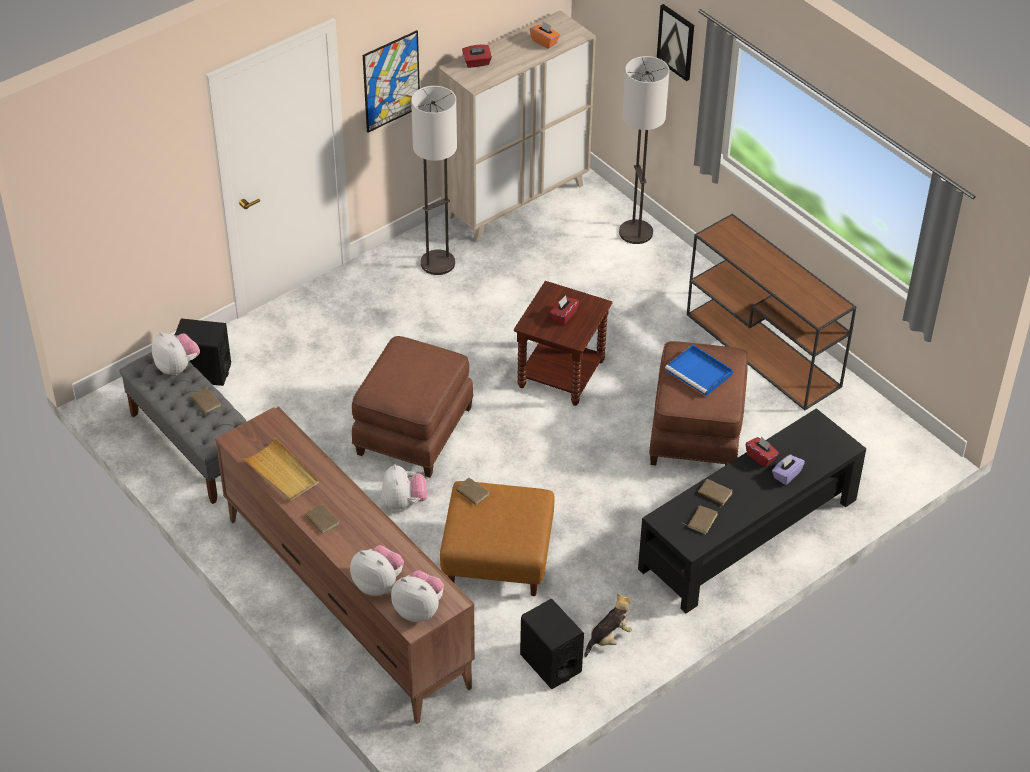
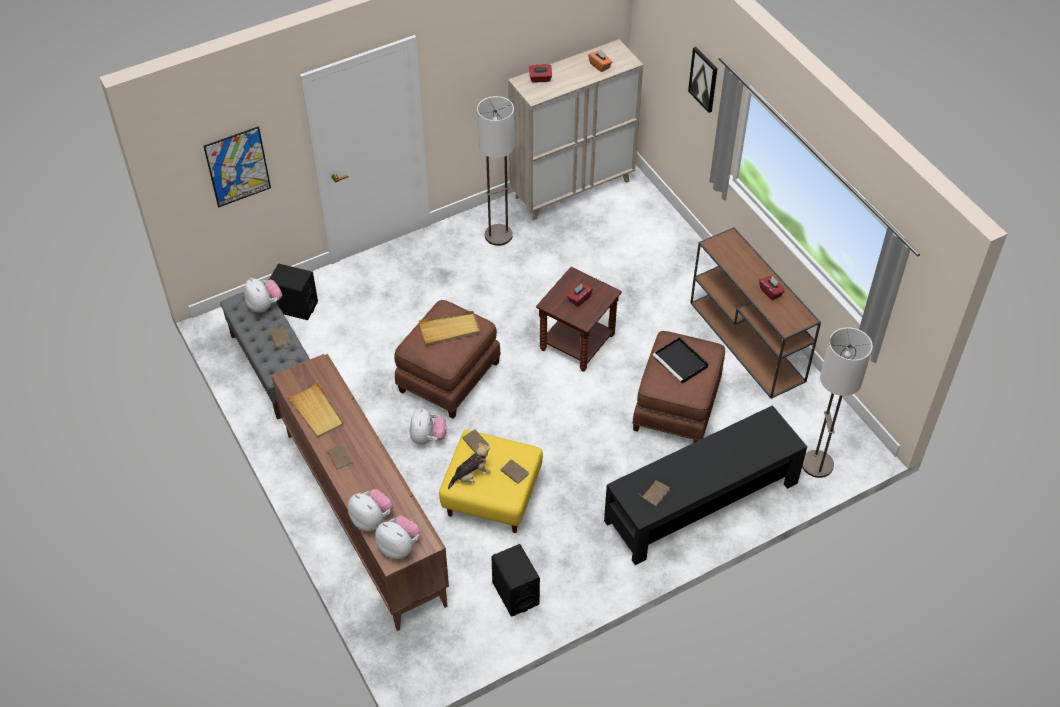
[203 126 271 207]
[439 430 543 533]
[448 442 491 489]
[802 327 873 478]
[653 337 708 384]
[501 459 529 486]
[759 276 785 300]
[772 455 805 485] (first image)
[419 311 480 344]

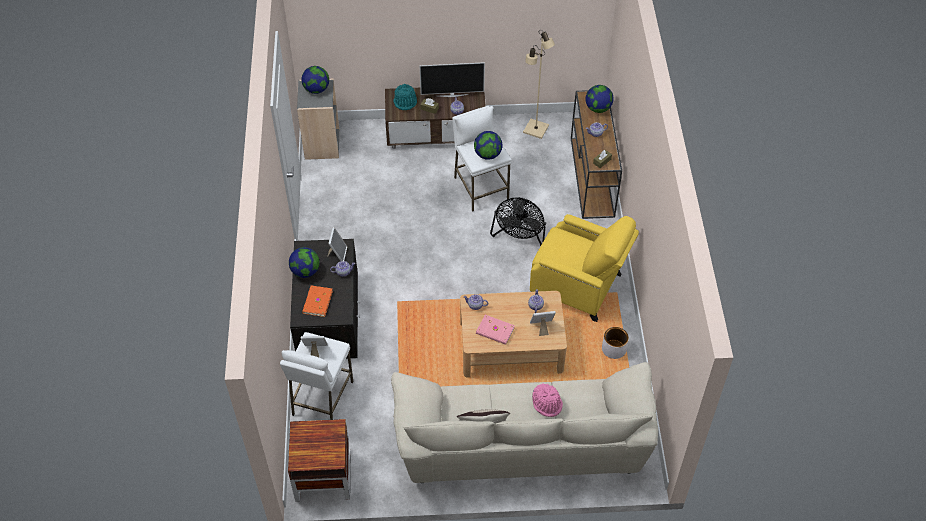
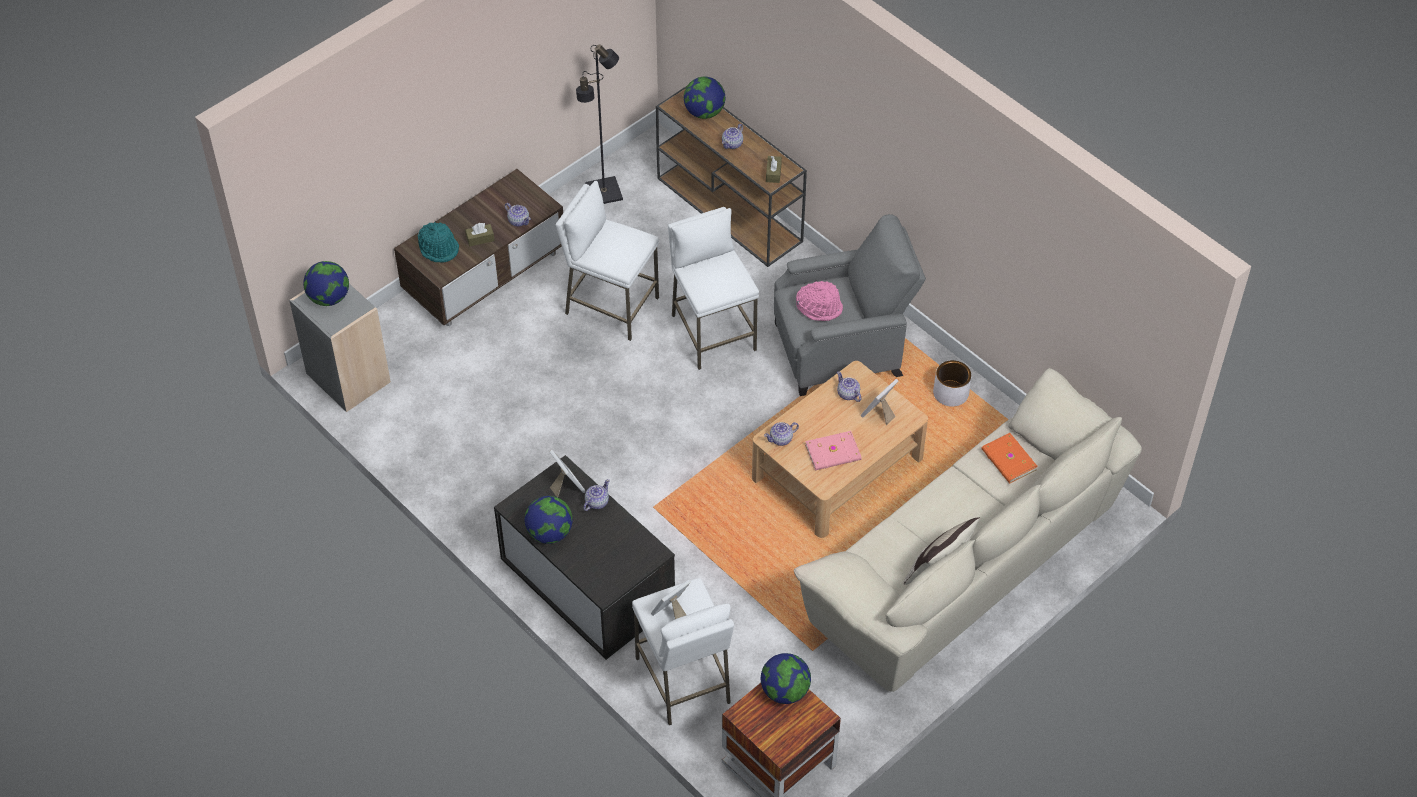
[982 433 1038 484]
[420 62 485 97] (first image)
[761 653 811 704]
[668 207 759 370]
[576 44 623 204]
[774 214 926 396]
[796 281 843 321]

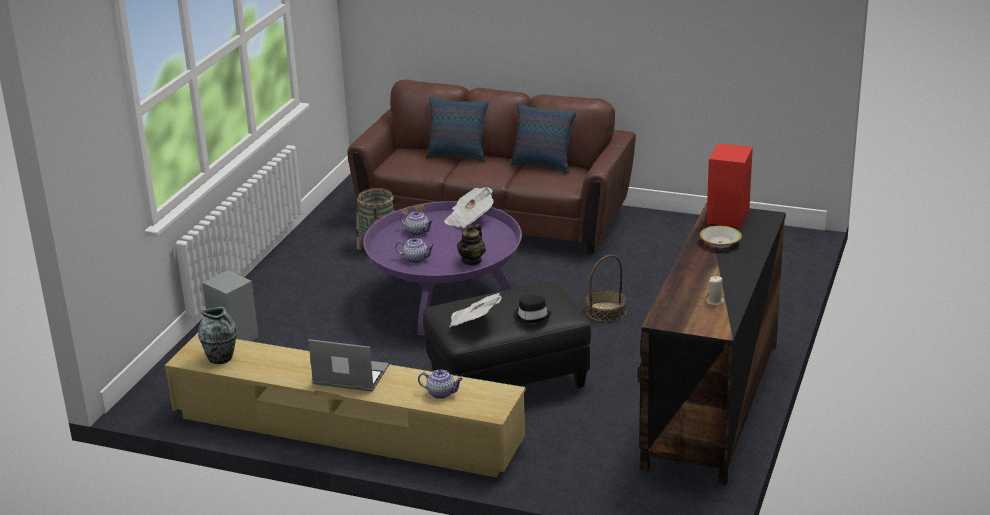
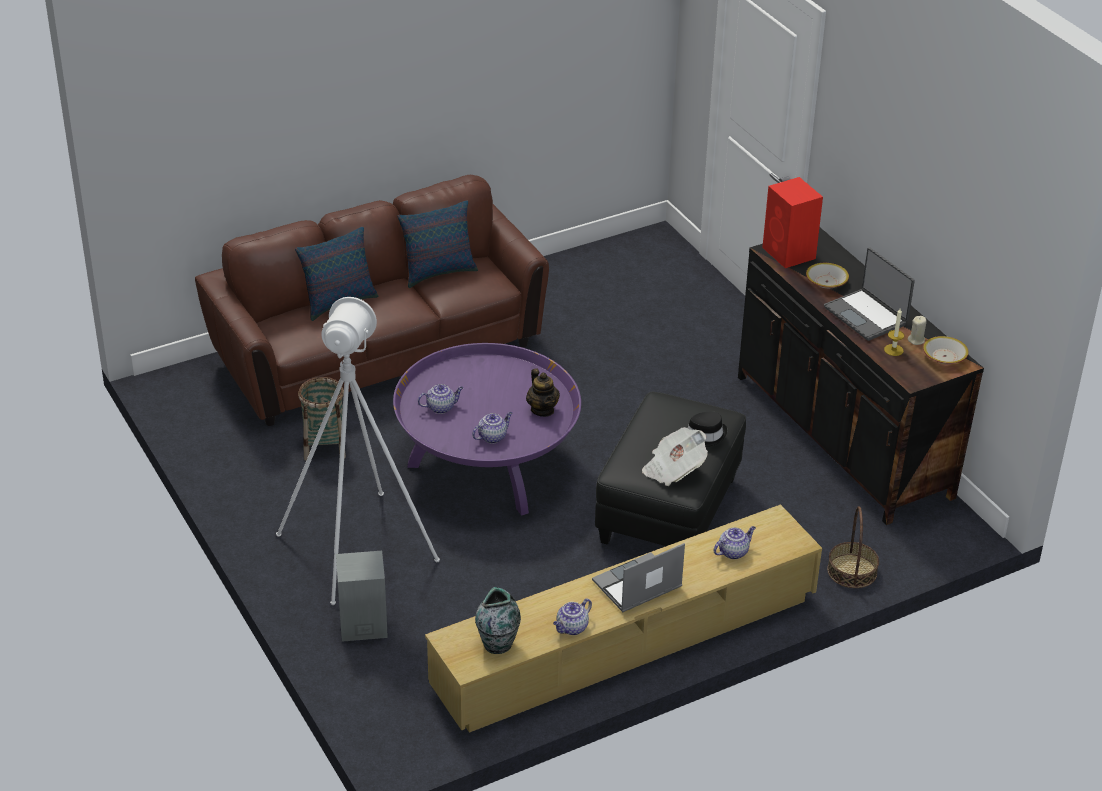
[444 187 494 228] (first image)
[827 506 879 588]
[276 297 440 605]
[553 599 592 635]
[824 248 915 341]
[884 308 904 356]
[923 336 969 364]

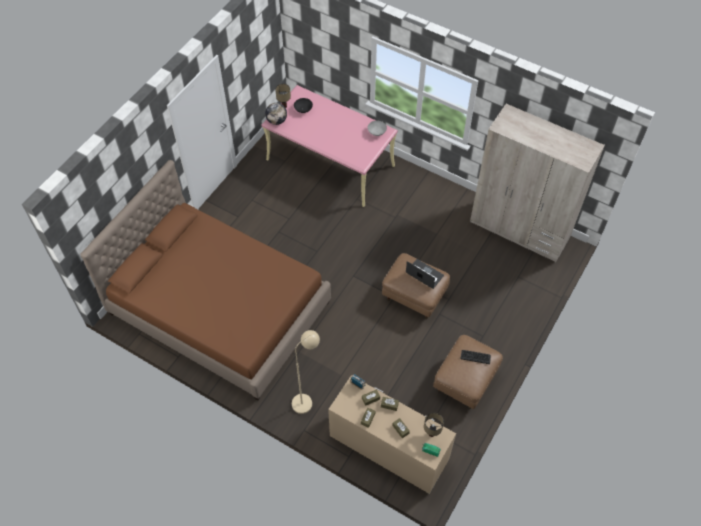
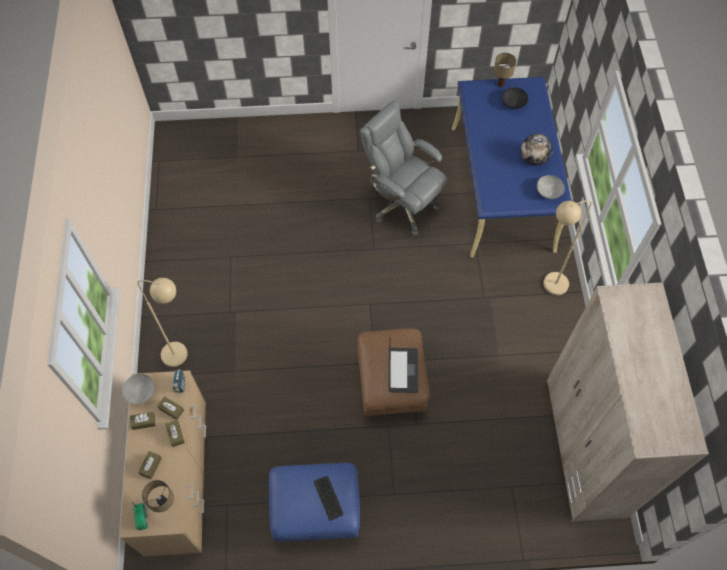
[81 160 331 400] (first image)
[452 77 572 258]
[521 134 553 166]
[269 463 360 542]
[122 374 155 404]
[360 101 447 236]
[543 200 592 295]

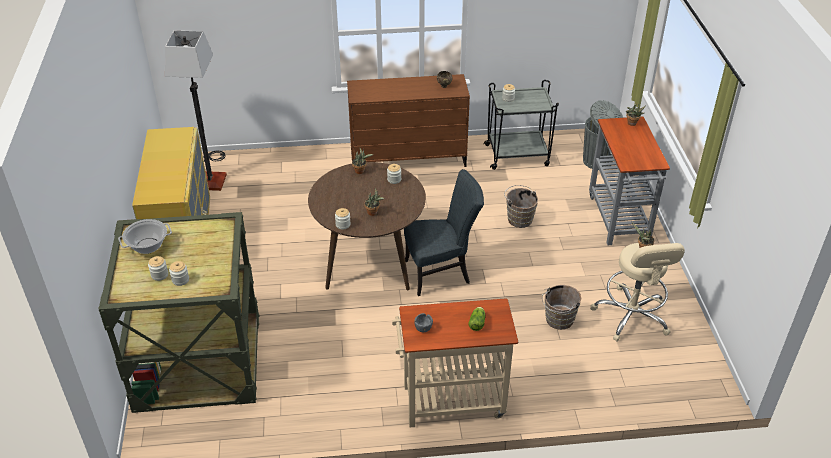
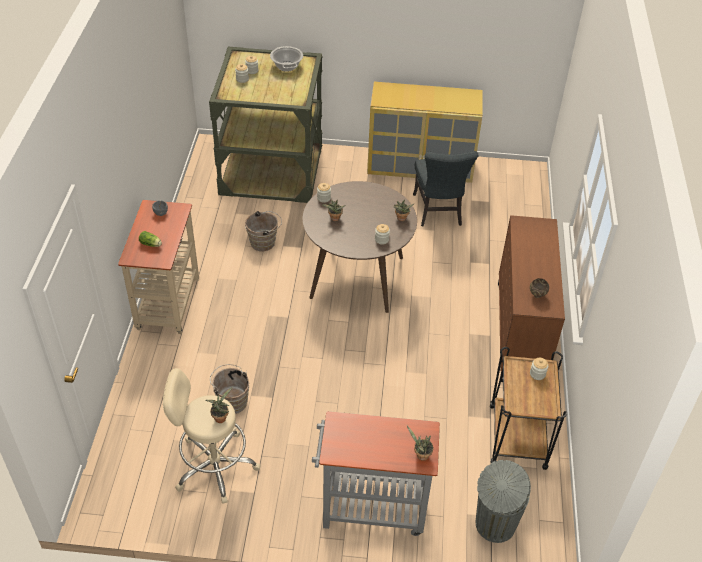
[165 30 227 191] (first image)
[413 151 478 226]
[490 347 567 470]
[245 211 282 251]

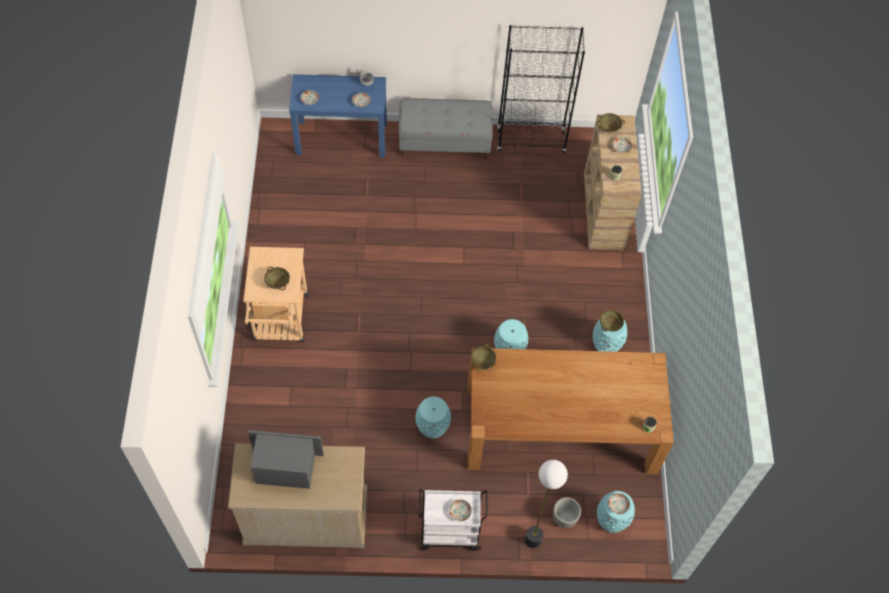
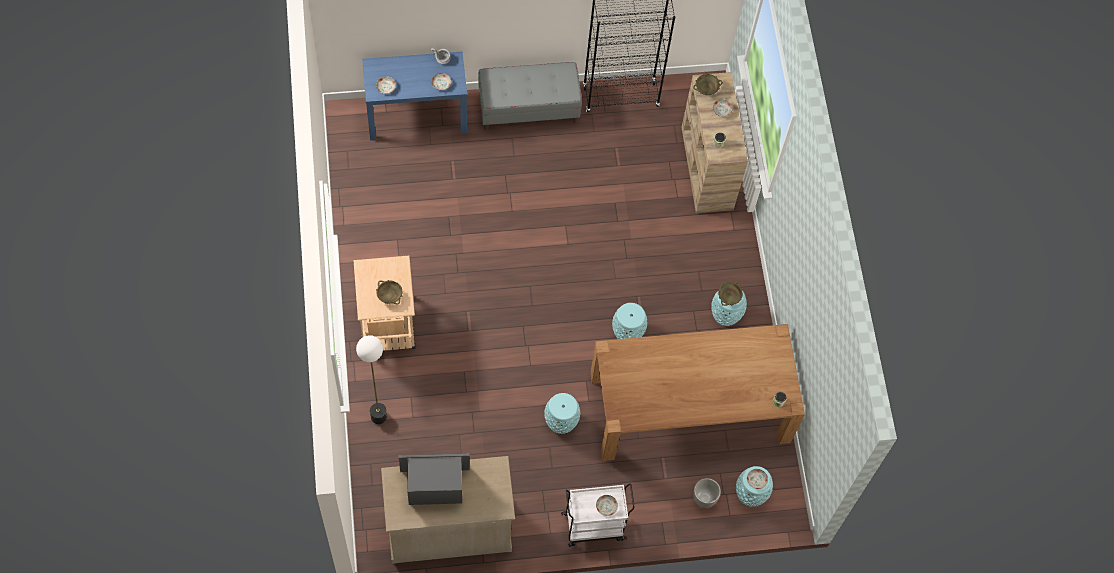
[471 344 496 371] (first image)
[356 335 387 424]

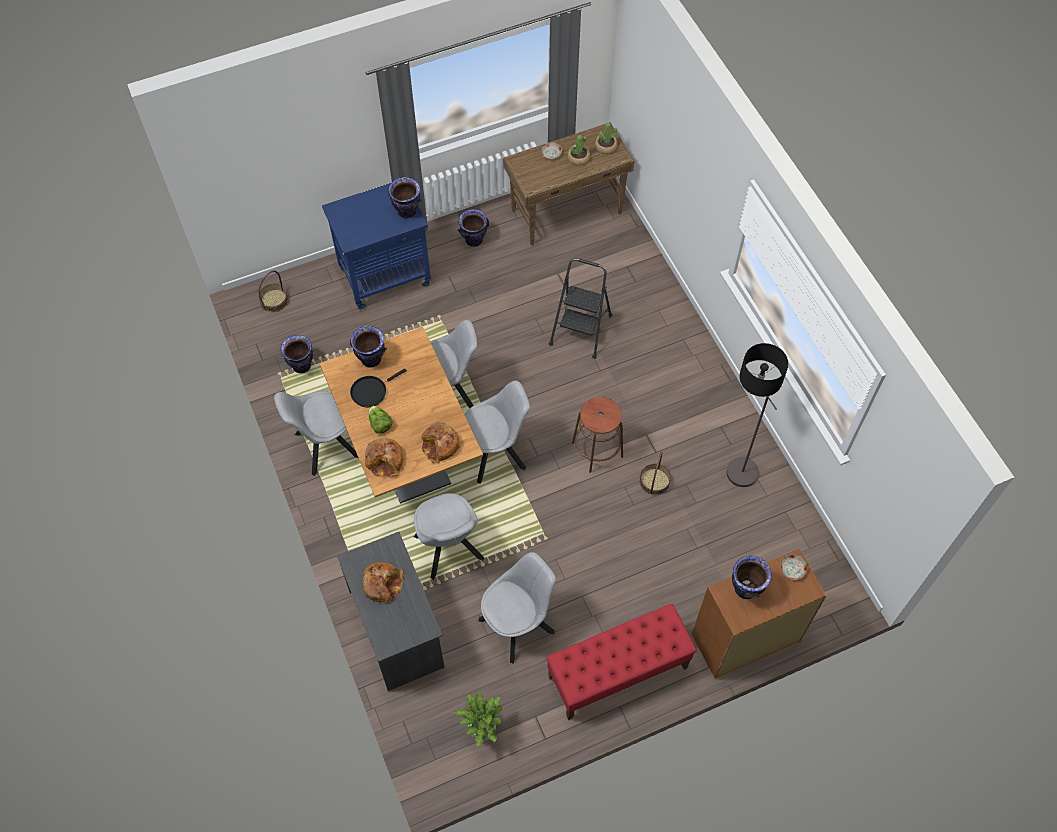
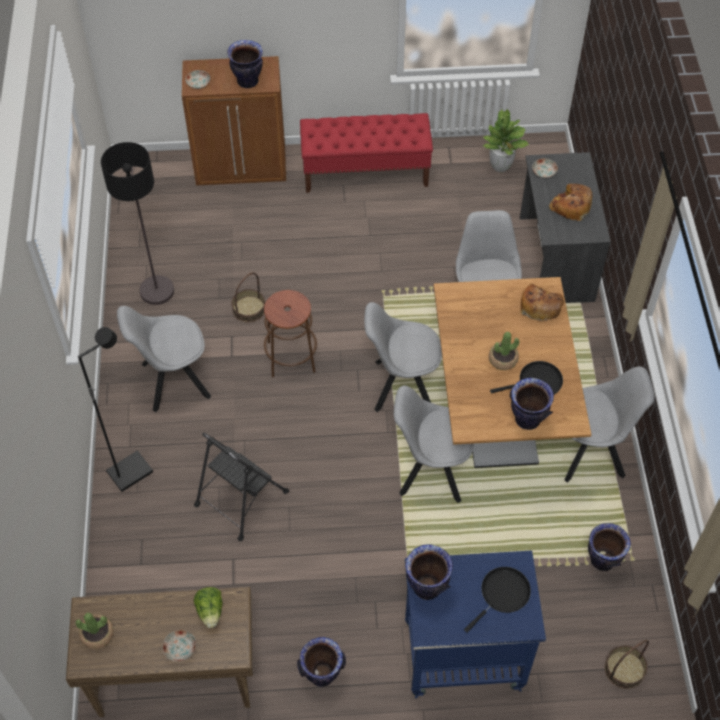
[193 587 223 628]
[421 422 460 463] (first image)
[117 306 211 412]
[489 332 519 370]
[78 327 153 492]
[464 567 531 633]
[532 158 558 178]

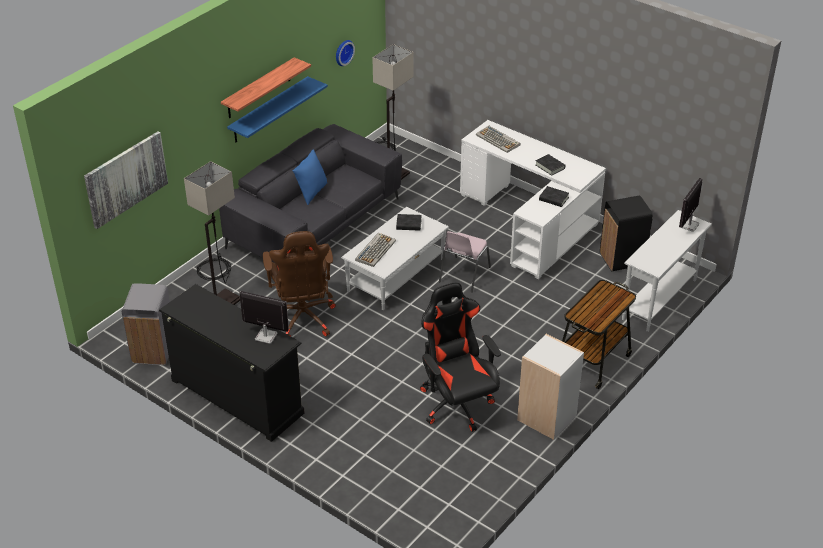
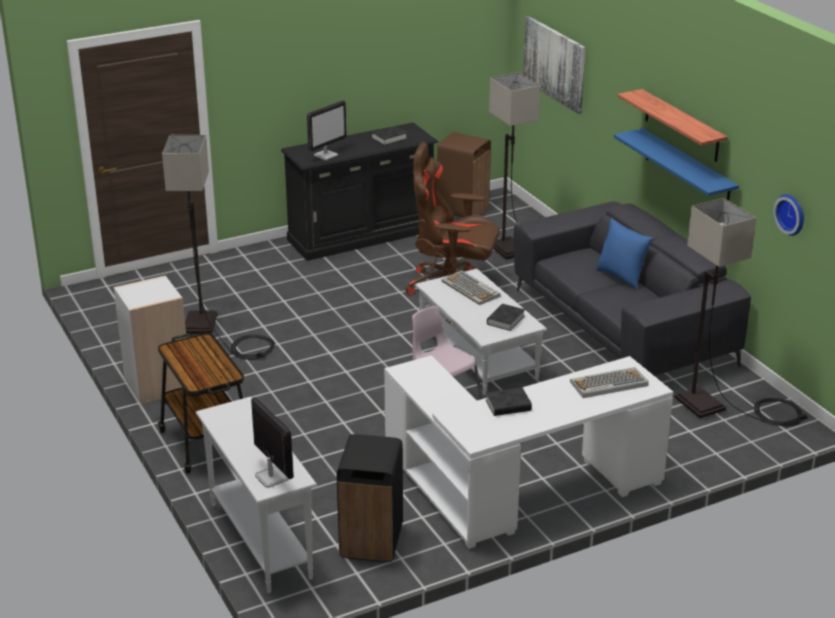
[437 132 491 218]
[162 135 275 360]
[371 126 407 146]

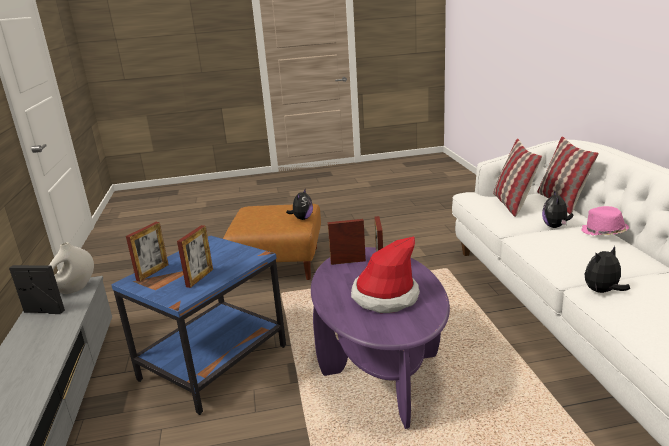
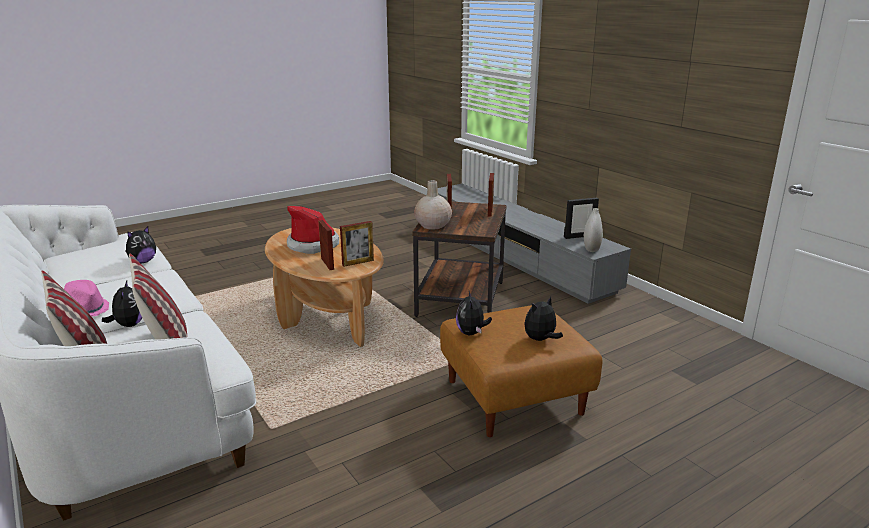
[412 202 507 317]
[265 228 384 347]
[414 180 452 230]
[524 297 563 341]

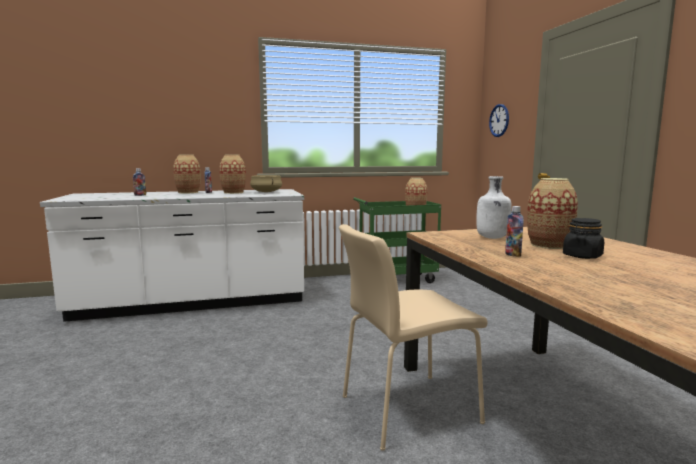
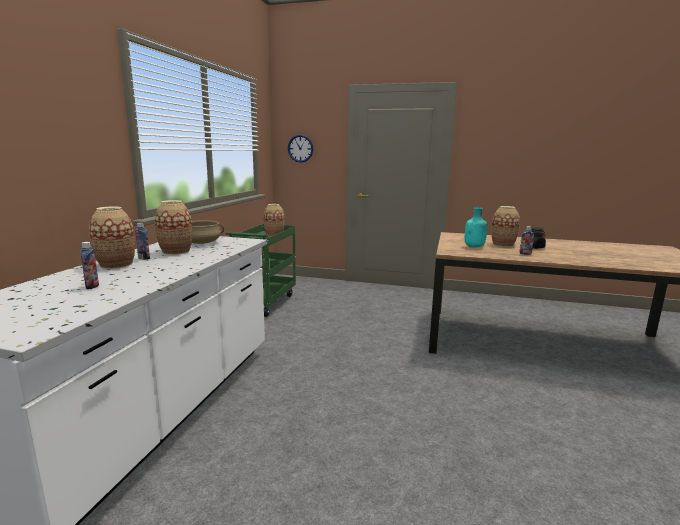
[339 224 488 451] (first image)
[465 207 487 247]

